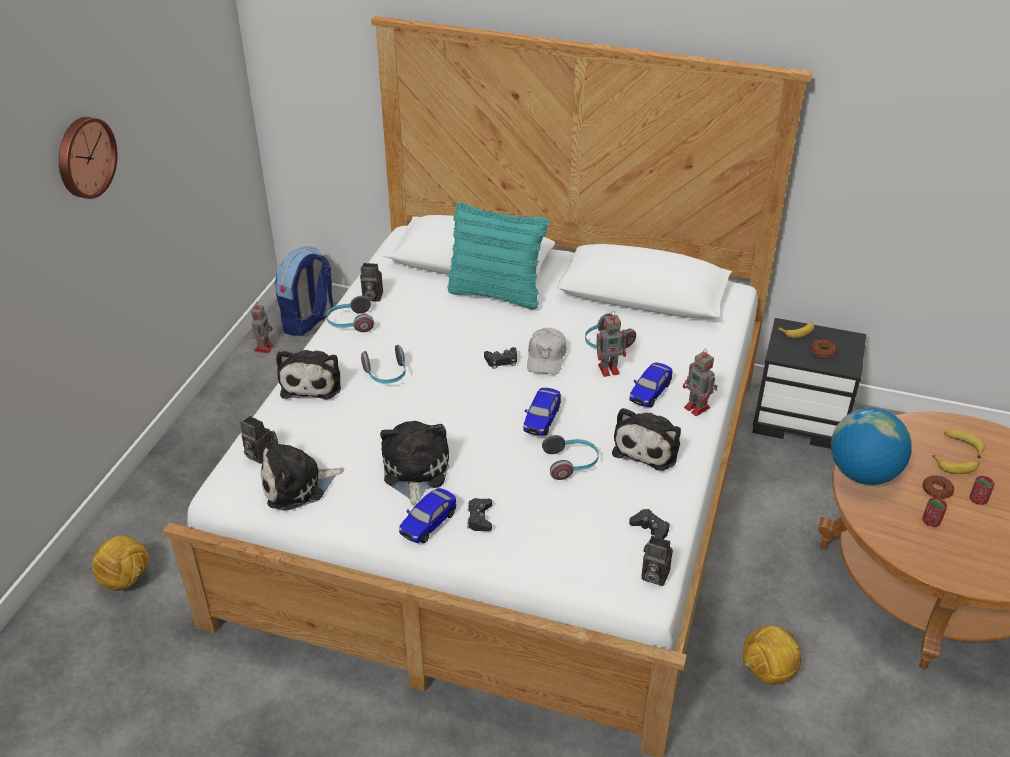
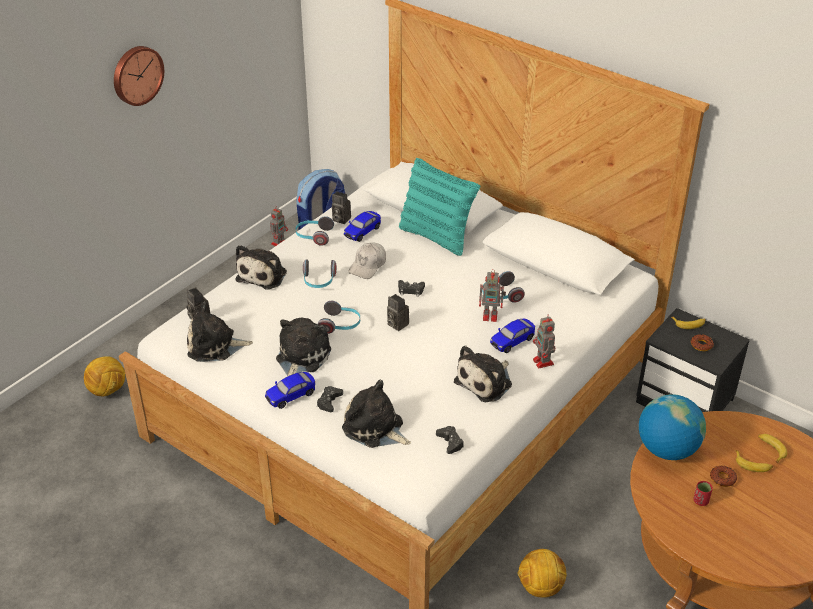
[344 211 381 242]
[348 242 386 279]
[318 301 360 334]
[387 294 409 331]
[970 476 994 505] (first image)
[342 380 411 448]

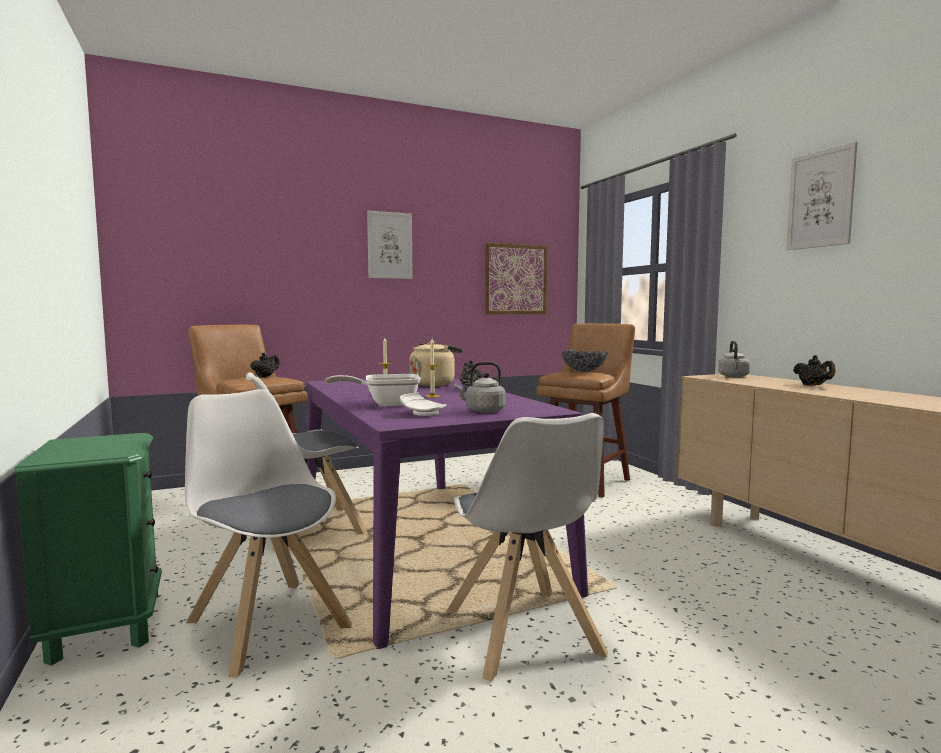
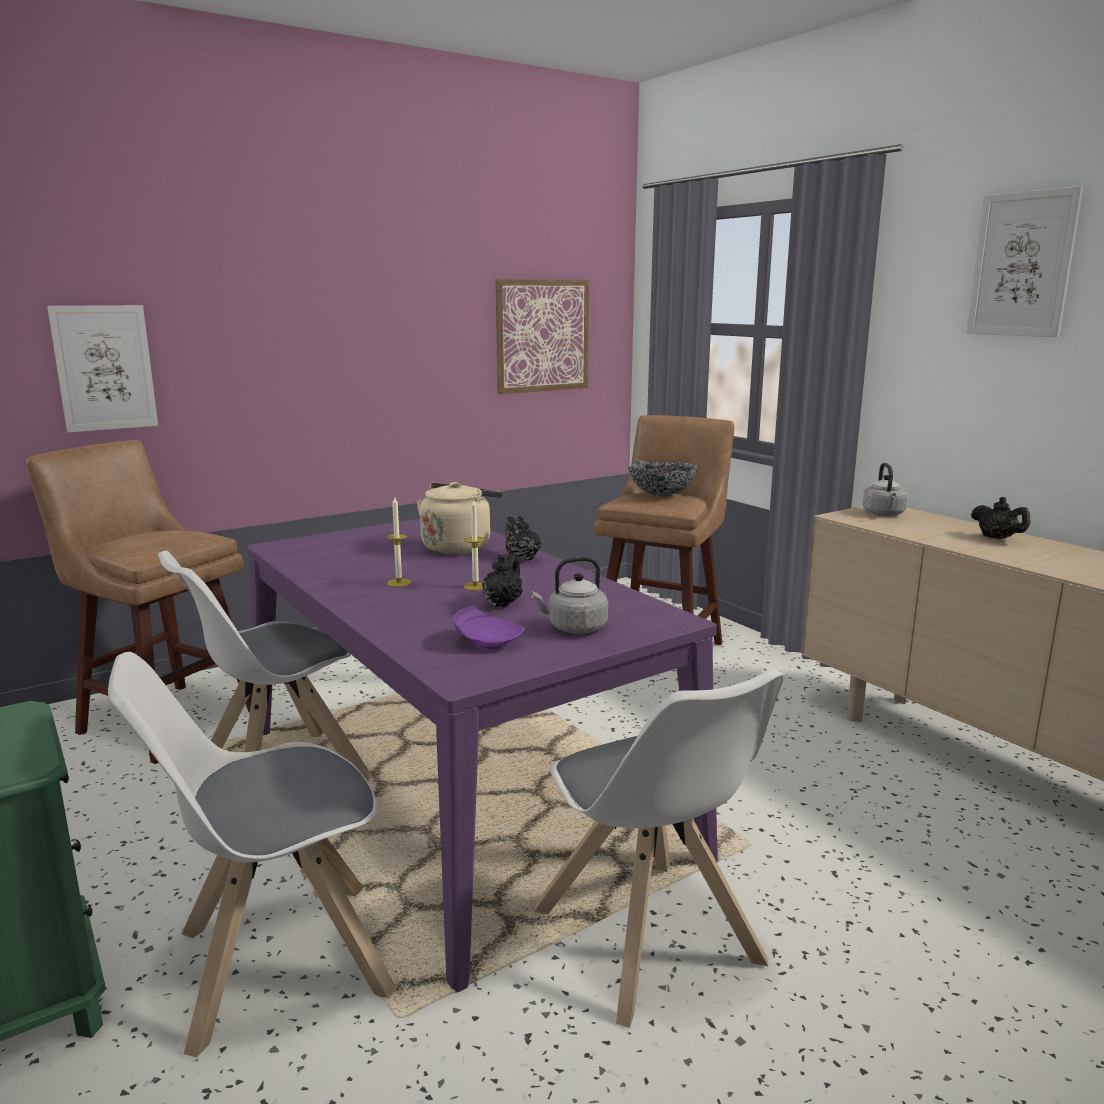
[108 652 397 1057]
[482 553 523 608]
[325 374 421 406] (first image)
[47 305 158 433]
[453 606 525 649]

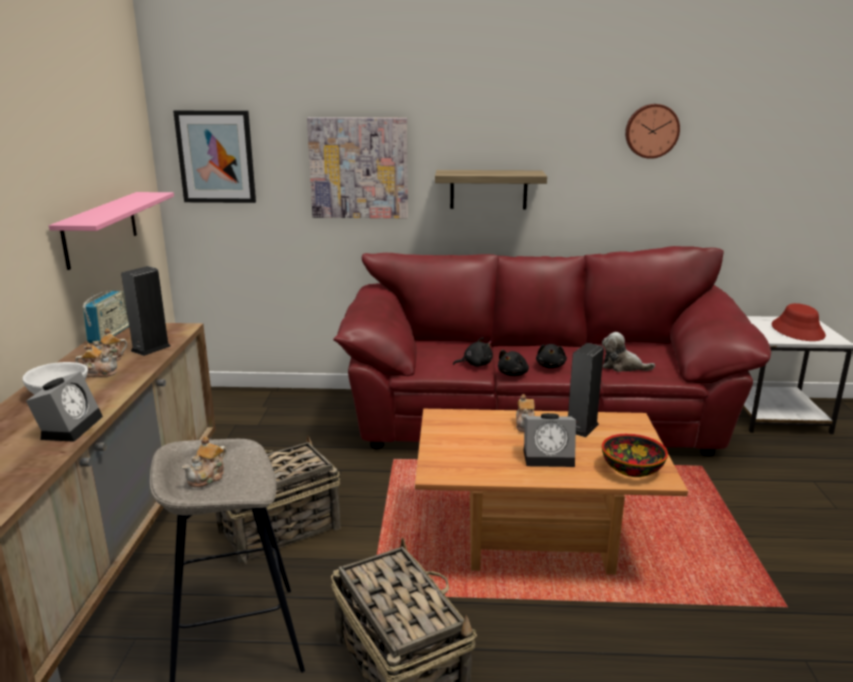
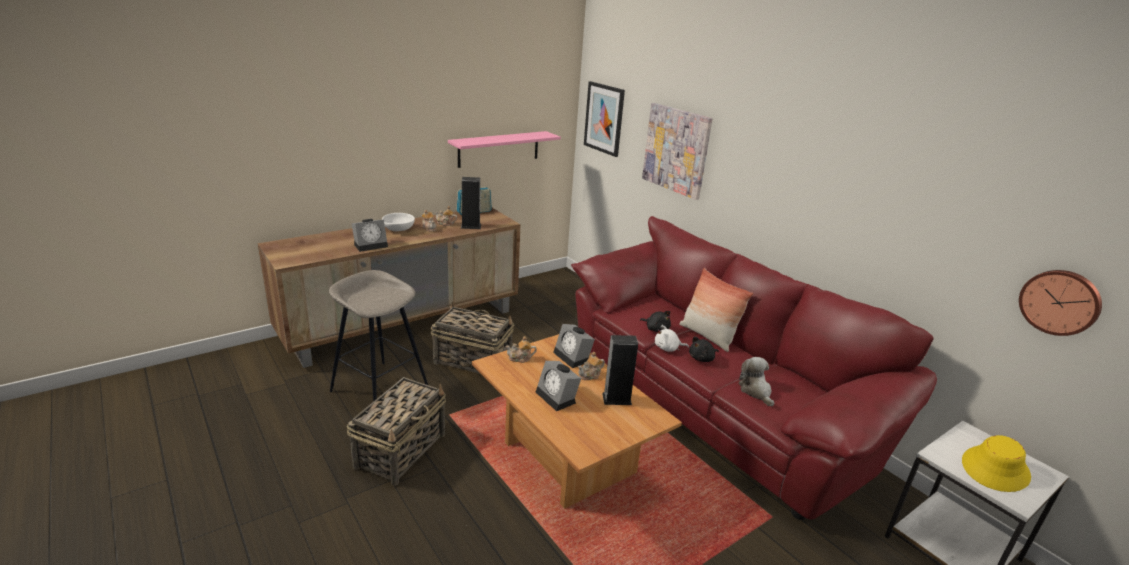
[505 336 537 363]
[435 170 547 209] (first image)
[655 325 689 352]
[602 434 668 477] (first image)
[1019 270 1102 336]
[962 435 1031 492]
[553 324 595 368]
[679 268 754 352]

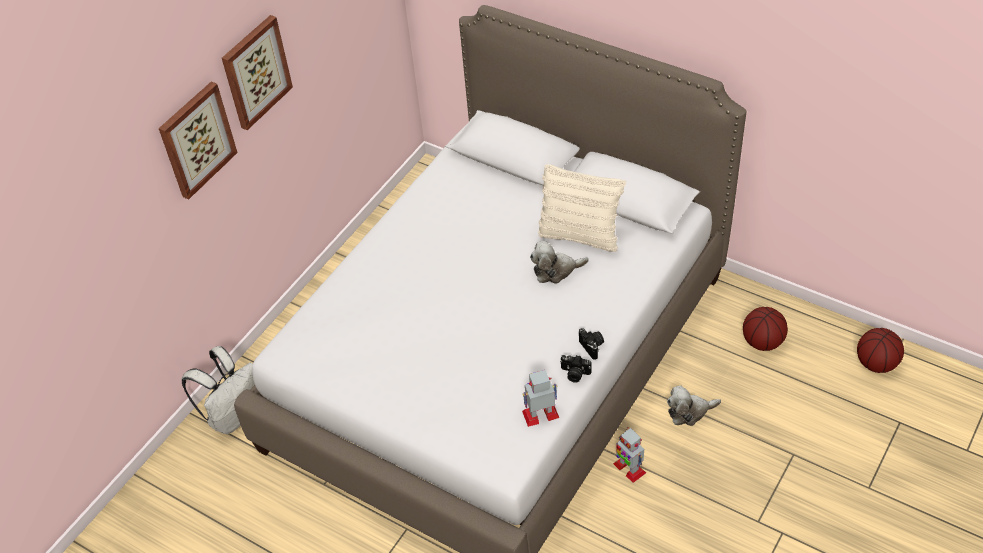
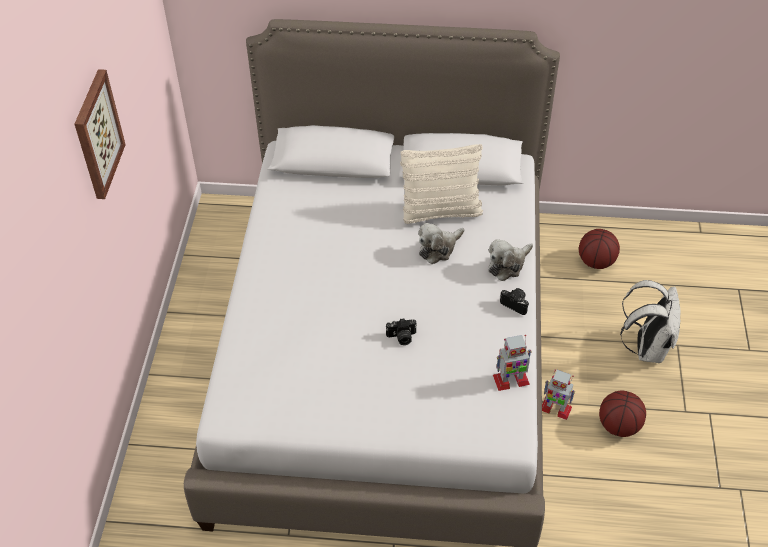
[158 82 238 200] (first image)
[620 280 680 363]
[493 335 532 391]
[386 319 417 345]
[489 239 533 281]
[599 391 646 437]

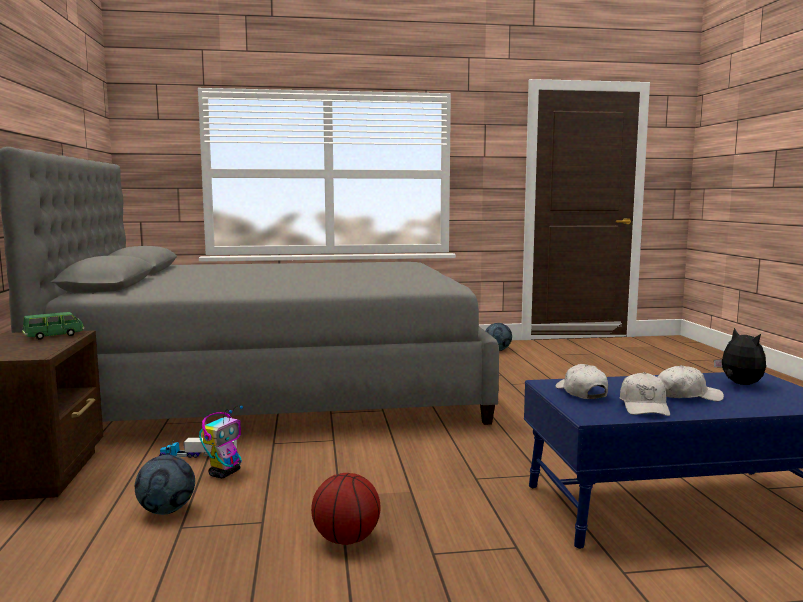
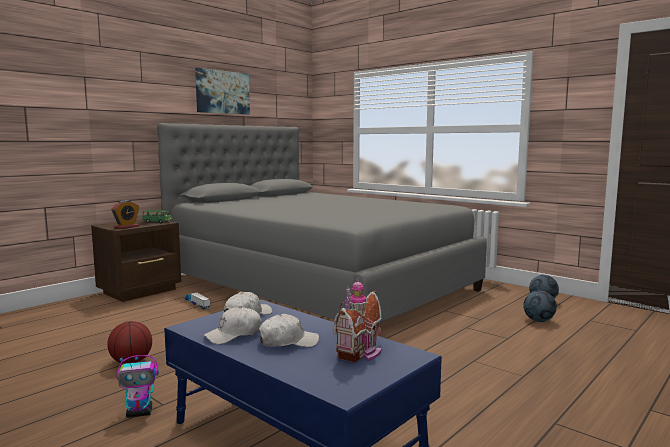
[523 291 557 322]
[117 355 159 418]
[259 314 319 347]
[333 277 382 363]
[111 200 139 229]
[195 68 250 115]

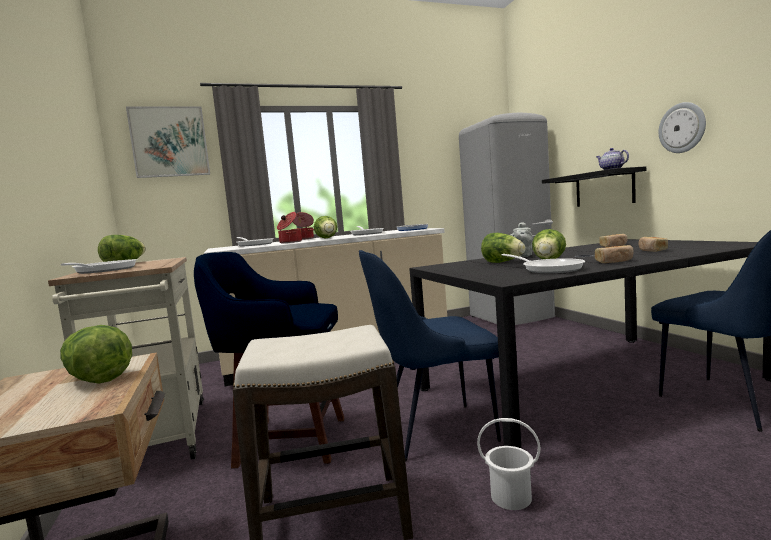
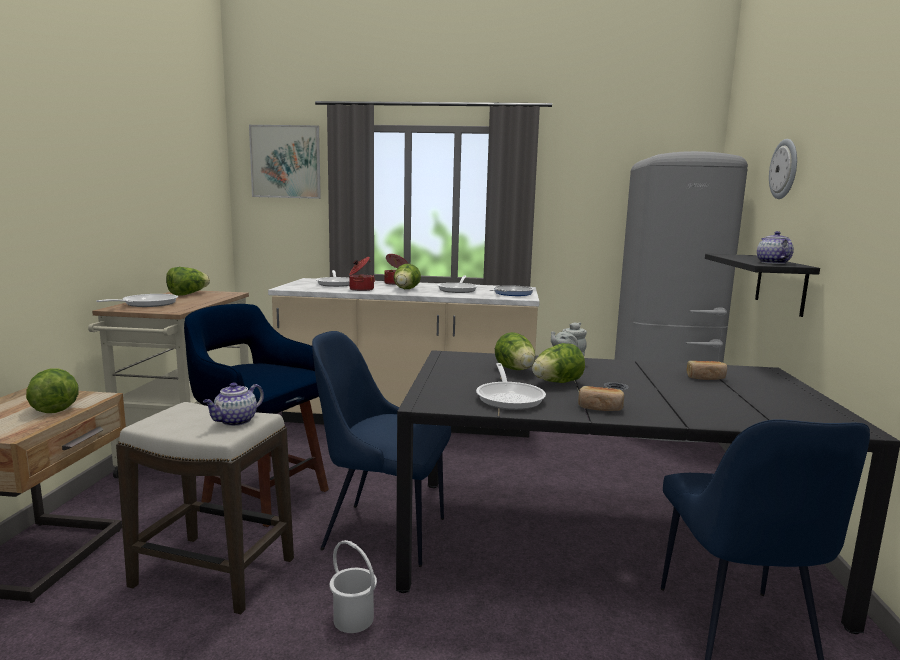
[638 237 668 252] (first image)
[769 139 797 199]
[203 383 264 426]

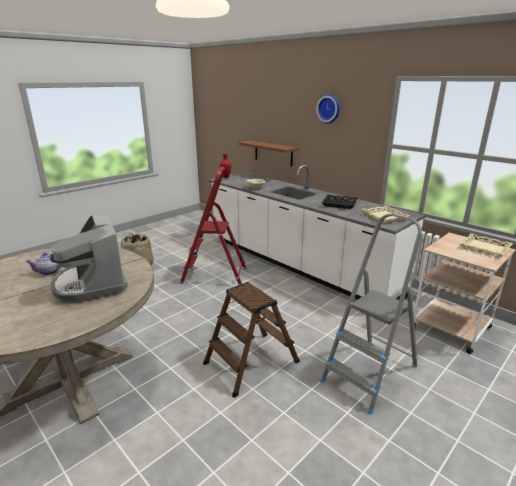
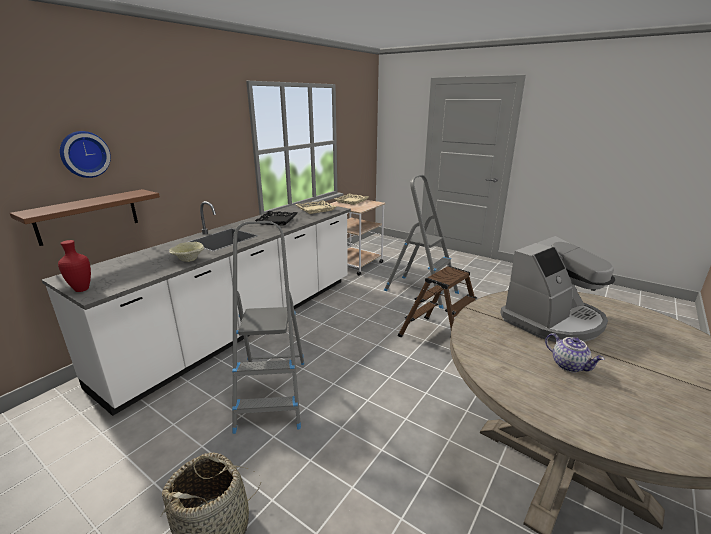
[232 221 304 434]
[60 131 111 178]

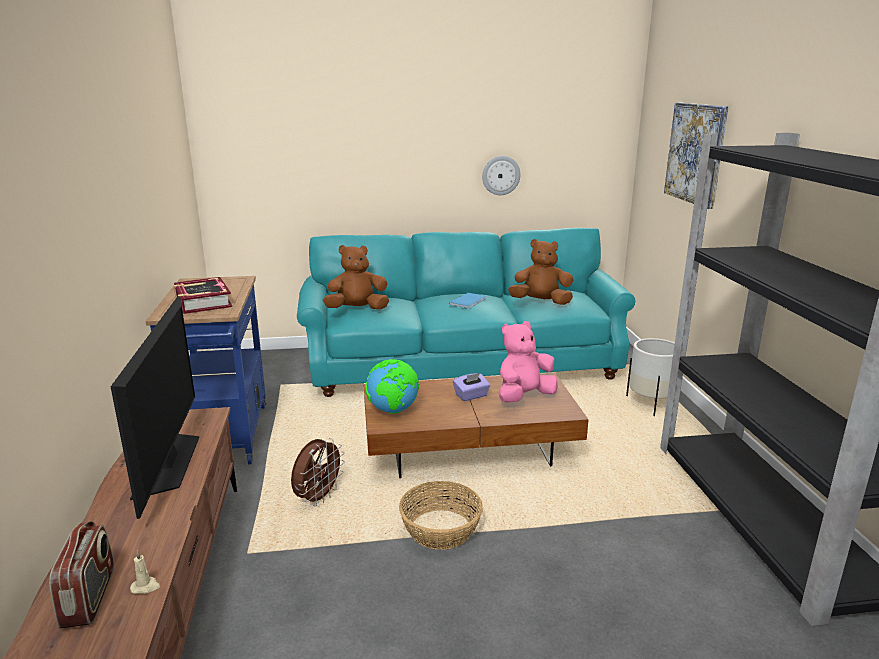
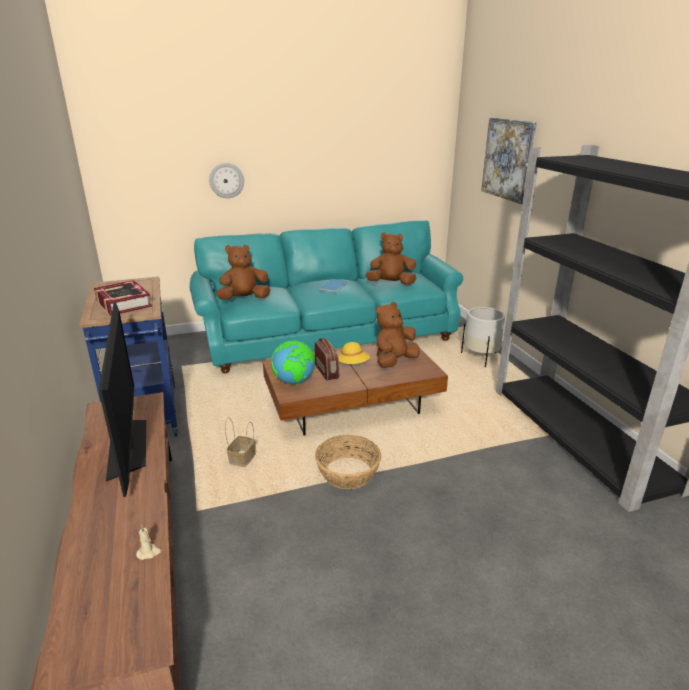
[314 338 339 381]
[225 417 256 467]
[338 342 370 364]
[209 163 244 198]
[376 302 420 368]

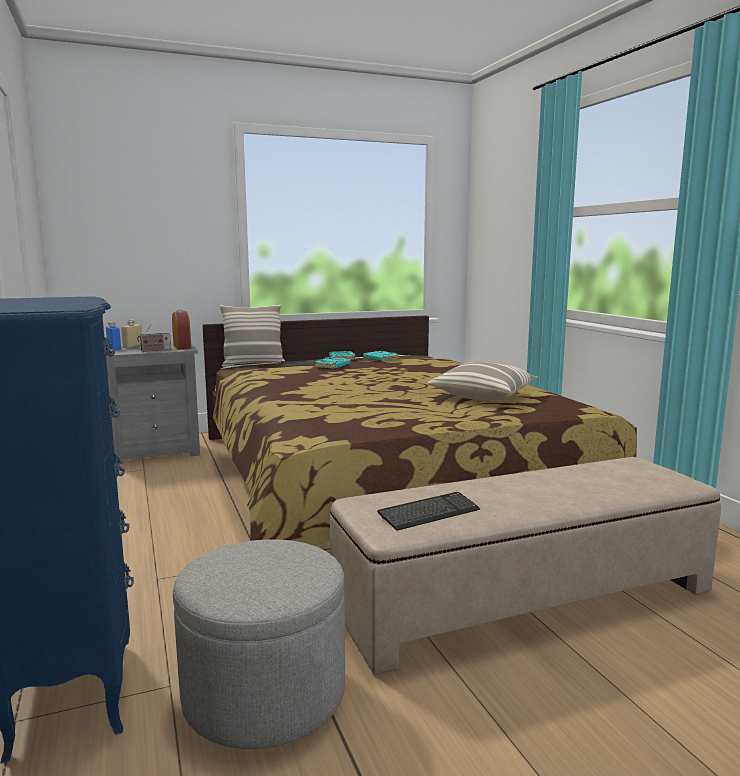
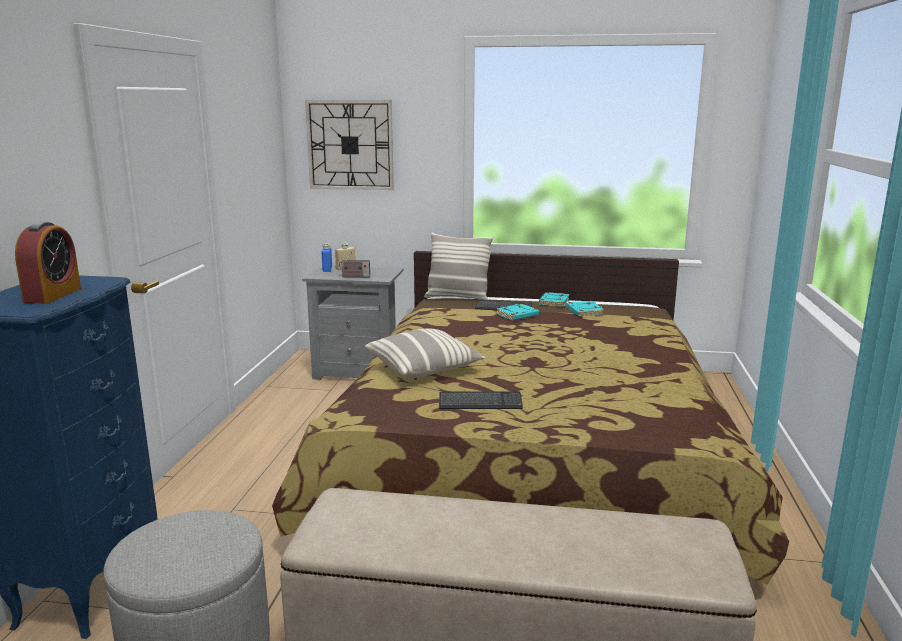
[15 222 81 304]
[439 391 523 409]
[365 328 486 378]
[305 100 394 190]

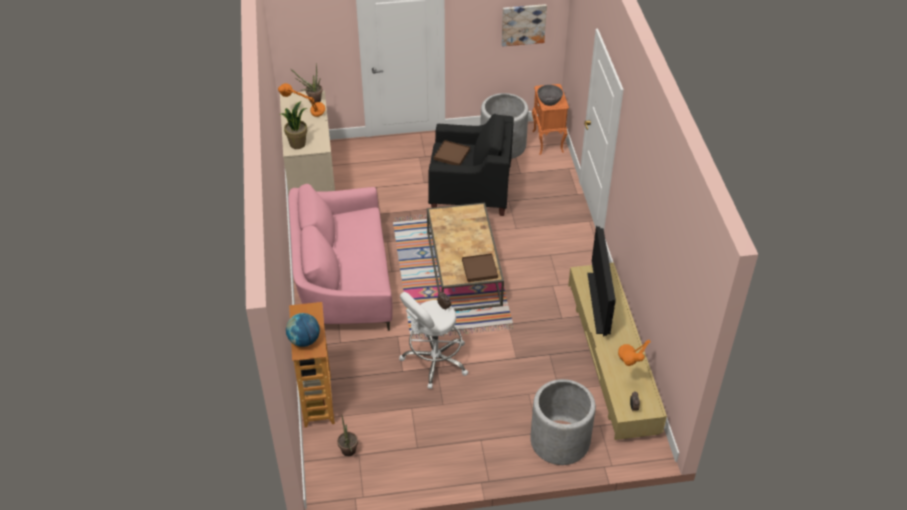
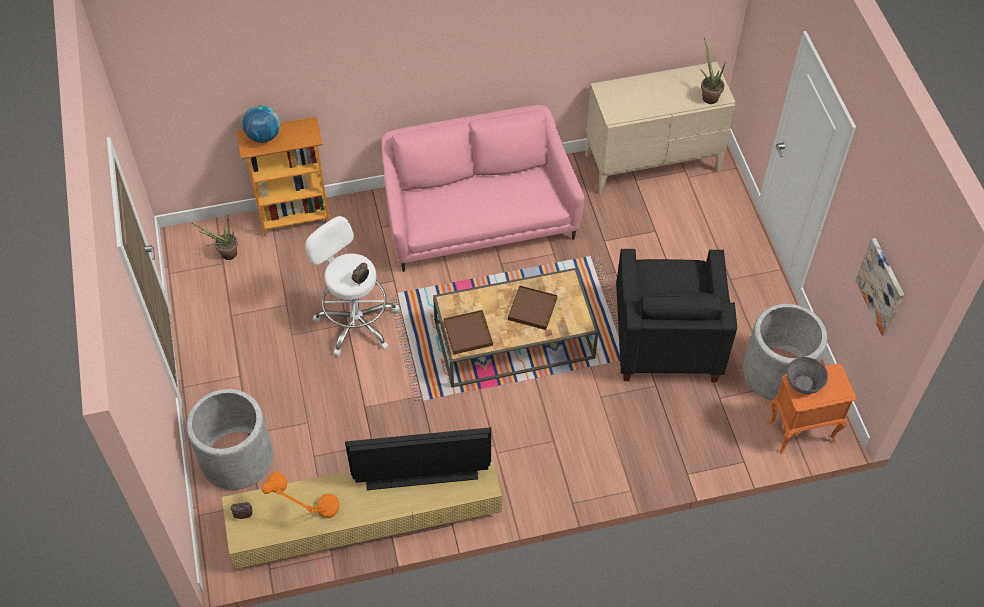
[278 83 325 117] (first image)
[281 101 308 149] (first image)
[508 285 557 330]

